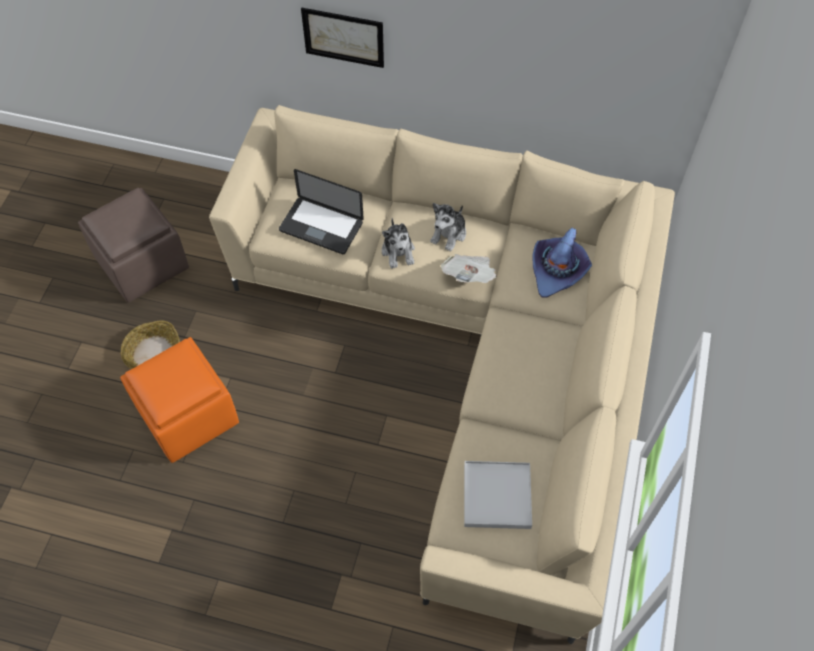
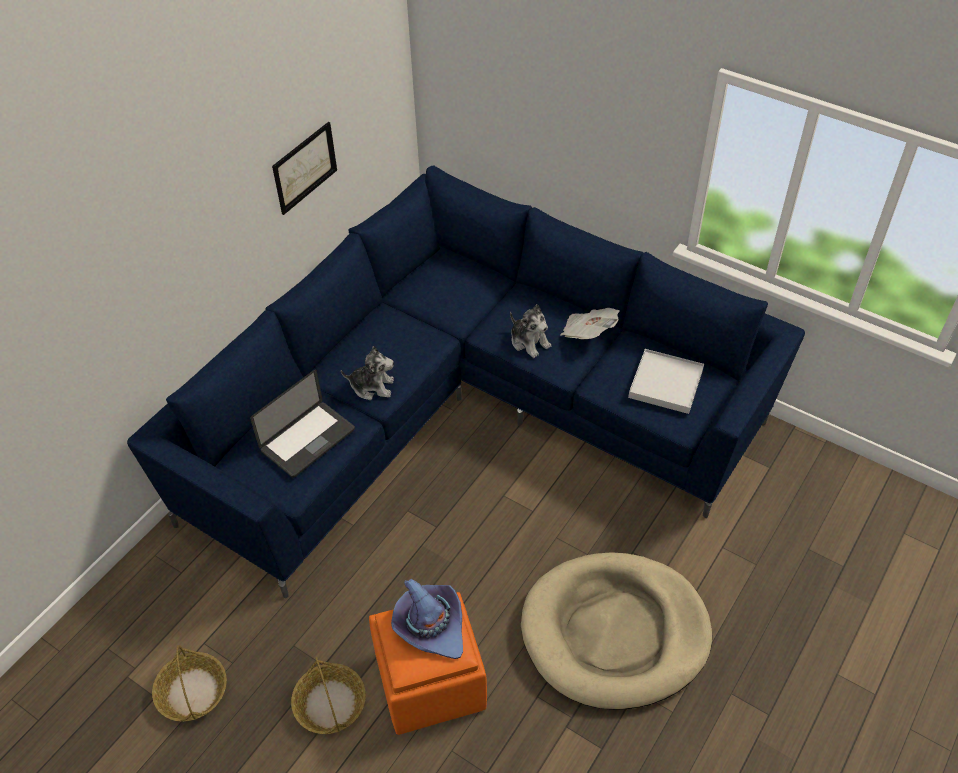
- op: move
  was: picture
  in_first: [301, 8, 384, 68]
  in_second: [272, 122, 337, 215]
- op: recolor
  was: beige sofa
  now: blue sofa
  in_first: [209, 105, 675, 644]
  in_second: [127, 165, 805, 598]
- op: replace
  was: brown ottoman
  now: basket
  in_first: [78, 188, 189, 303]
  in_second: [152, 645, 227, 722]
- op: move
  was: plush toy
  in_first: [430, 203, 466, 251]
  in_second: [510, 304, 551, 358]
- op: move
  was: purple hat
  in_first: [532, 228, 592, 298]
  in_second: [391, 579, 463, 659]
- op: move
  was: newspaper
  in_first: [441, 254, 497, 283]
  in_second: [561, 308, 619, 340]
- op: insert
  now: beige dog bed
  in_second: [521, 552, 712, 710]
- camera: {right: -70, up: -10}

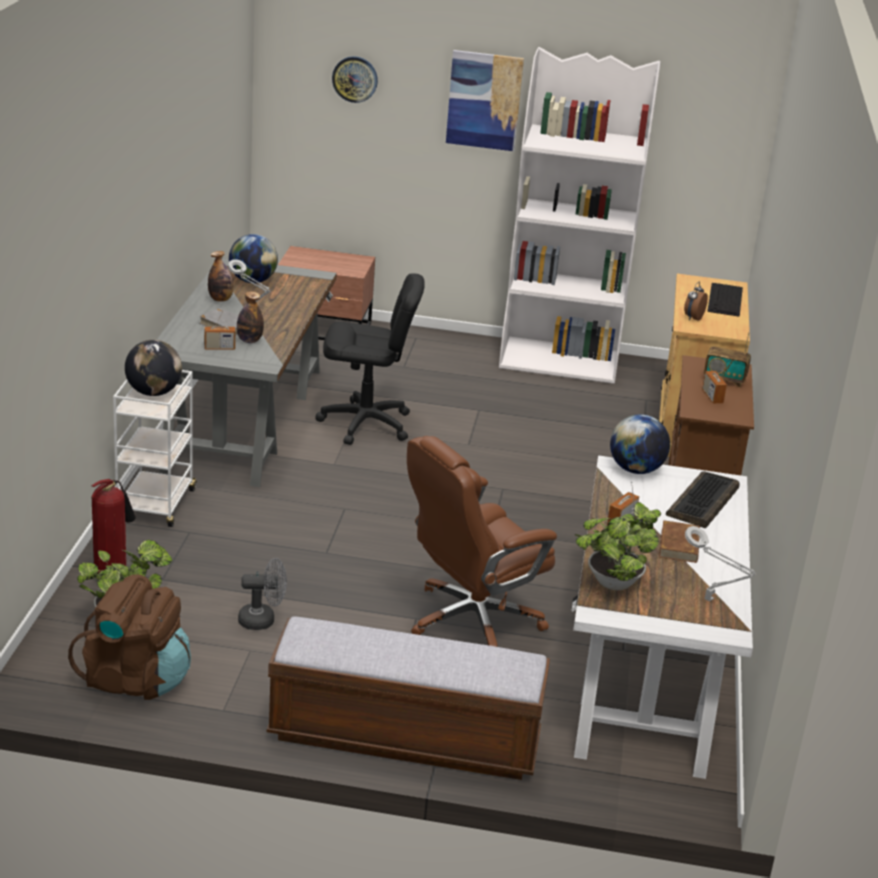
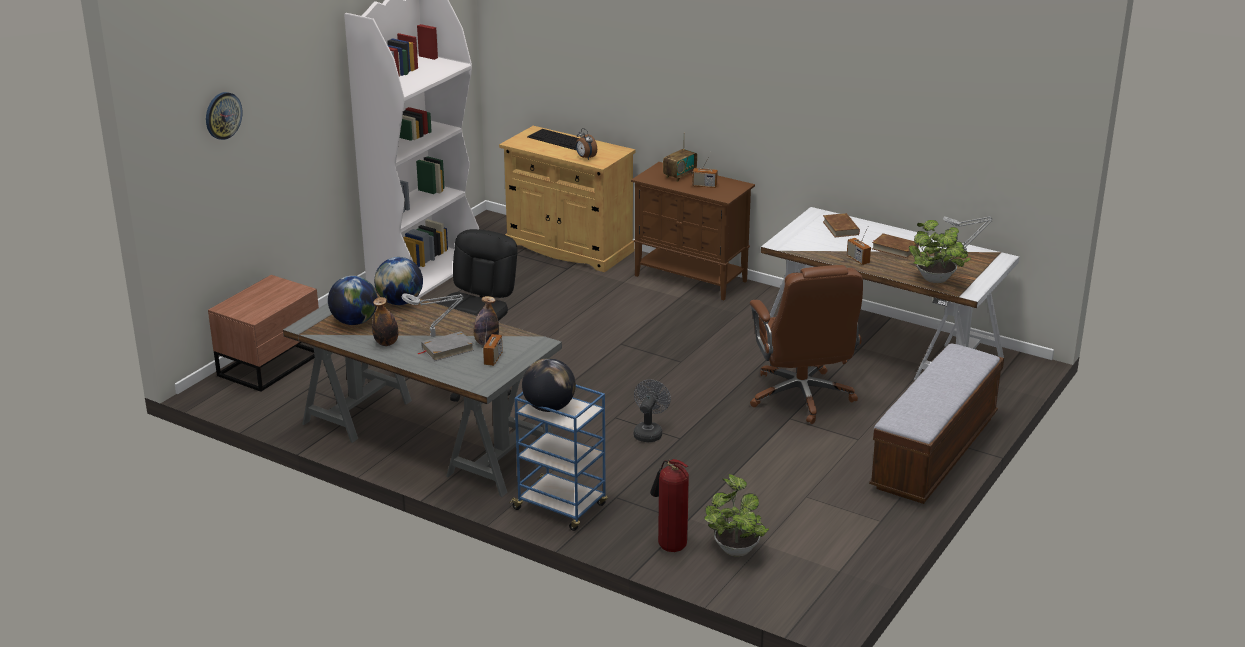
- op: delete
  was: picture
  in_first: [446, 50, 524, 151]
- op: recolor
  was: white cart
  now: blue cart
  in_first: [113, 370, 197, 527]
  in_second: [509, 385, 608, 531]
- op: move
  was: globe
  in_first: [610, 414, 670, 474]
  in_second: [374, 257, 423, 305]
- op: replace
  was: keyboard
  now: brown book
  in_first: [666, 471, 740, 528]
  in_second: [823, 213, 860, 237]
- op: move
  was: grey fan
  in_first: [238, 558, 287, 630]
  in_second: [634, 379, 671, 442]
- op: delete
  was: brown backpack
  in_first: [68, 574, 191, 700]
- camera: {right: -65, up: 0}

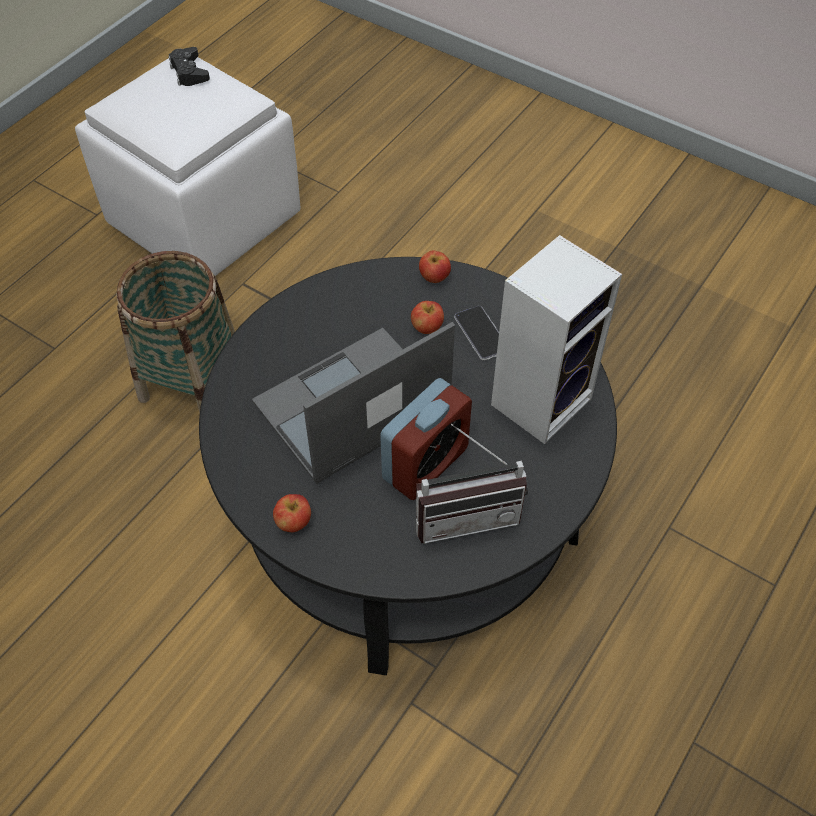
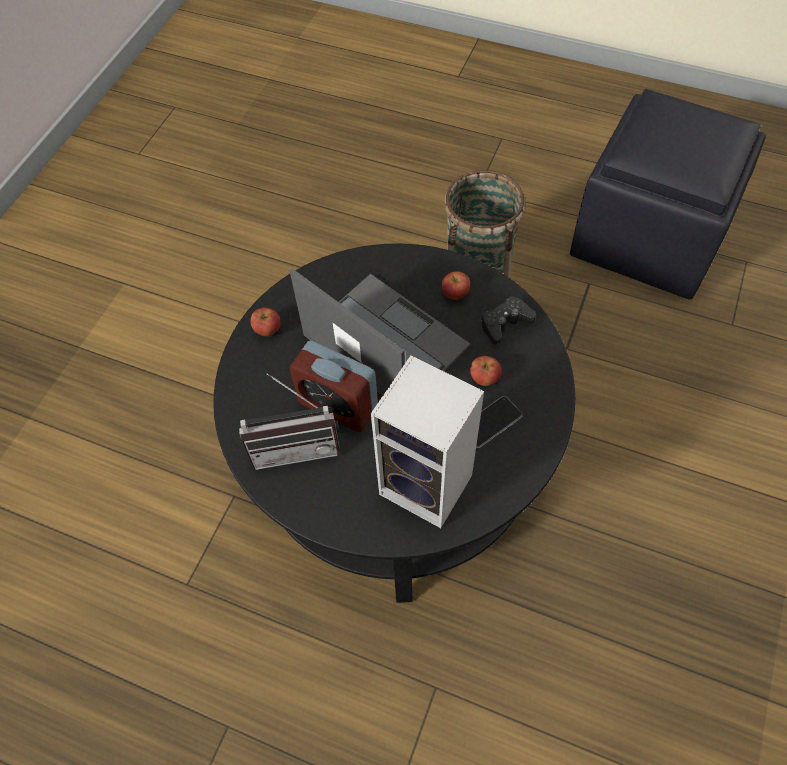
- op: move
  was: black game controller
  in_first: [169, 47, 210, 86]
  in_second: [481, 296, 536, 345]
- op: recolor
  was: white ottoman
  now: black ottoman
  in_first: [75, 57, 301, 276]
  in_second: [570, 89, 766, 299]
- op: move
  was: apple
  in_first: [419, 251, 451, 283]
  in_second: [442, 271, 470, 300]
- op: rotate
  was: radio
  in_first: [416, 424, 528, 544]
  in_second: [239, 373, 340, 470]
  clockwise: -75
- camera: {right: 80, up: 5}

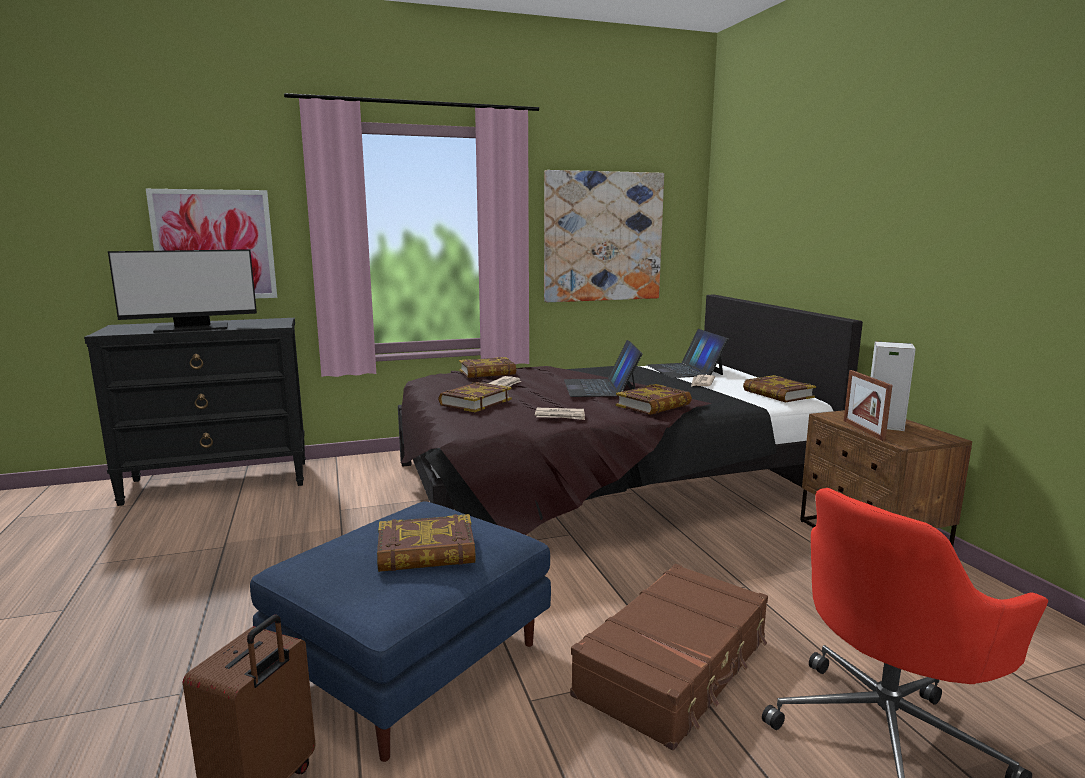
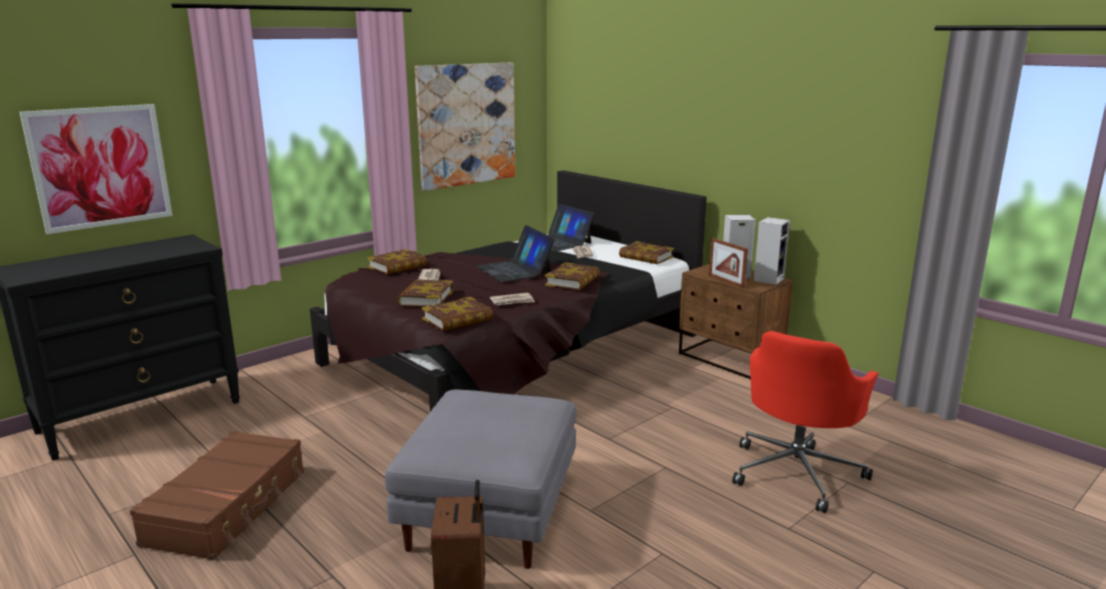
- op: delete
  was: monitor
  in_first: [108, 249, 257, 333]
- op: recolor
  was: blue ottoman
  now: grey ottoman
  in_first: [250, 501, 551, 762]
  in_second: [385, 390, 576, 569]
- op: move
  was: book
  in_first: [377, 514, 475, 572]
  in_second: [422, 297, 493, 331]
- op: move
  was: brown suitcase
  in_first: [570, 564, 768, 750]
  in_second: [129, 431, 304, 560]
- op: insert
  now: speaker
  in_second: [754, 217, 790, 285]
- camera: {right: -25, up: 5}

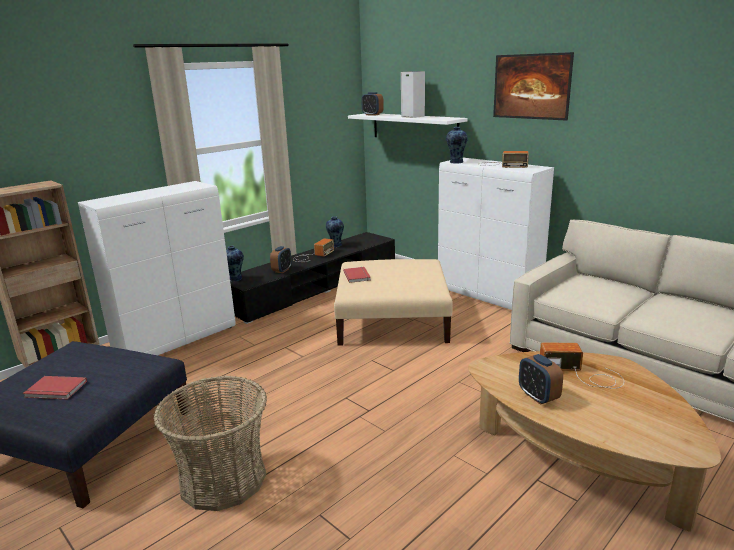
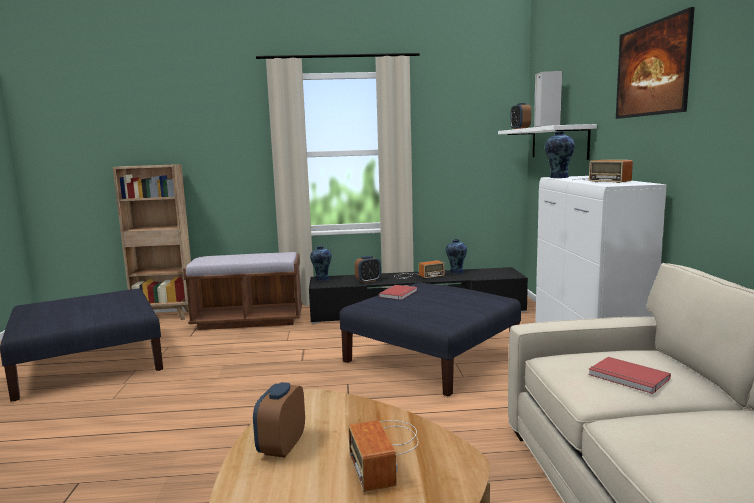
- op: replace
  was: white cabinet
  now: brown bench
  in_first: [78, 181, 235, 355]
  in_second: [183, 252, 302, 330]
- op: recolor
  was: beige ottoman
  now: blue ottoman
  in_first: [334, 259, 452, 345]
  in_second: [339, 283, 521, 397]
- op: rotate
  was: radio
  in_first: [540, 342, 624, 389]
  in_second: [348, 420, 418, 492]
  clockwise: -150
- op: move
  was: red book
  in_first: [23, 376, 87, 400]
  in_second: [588, 357, 671, 394]
- op: delete
  was: basket
  in_first: [154, 376, 267, 511]
- camera: {right: 40, up: -10}

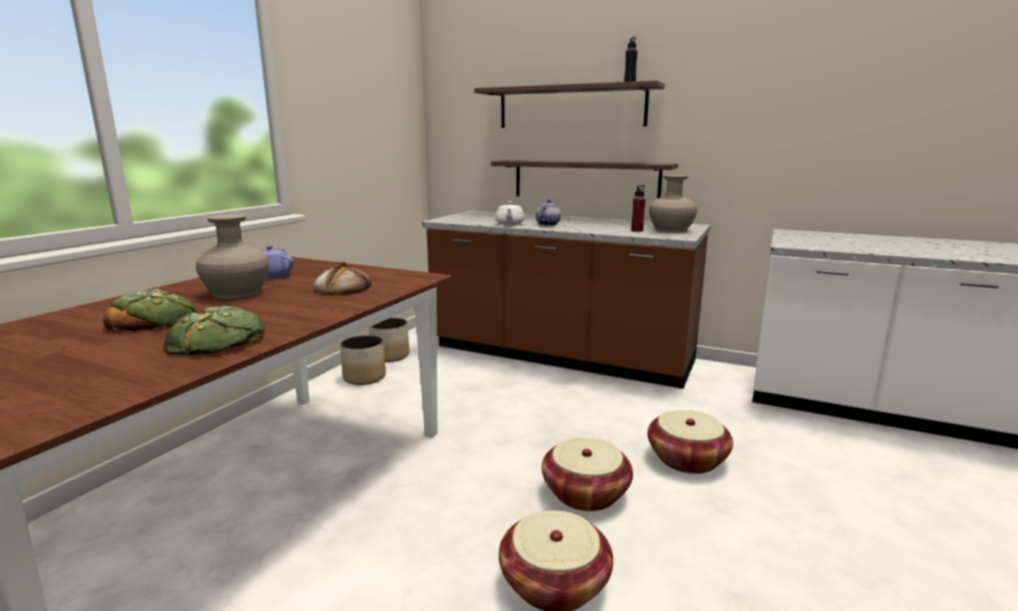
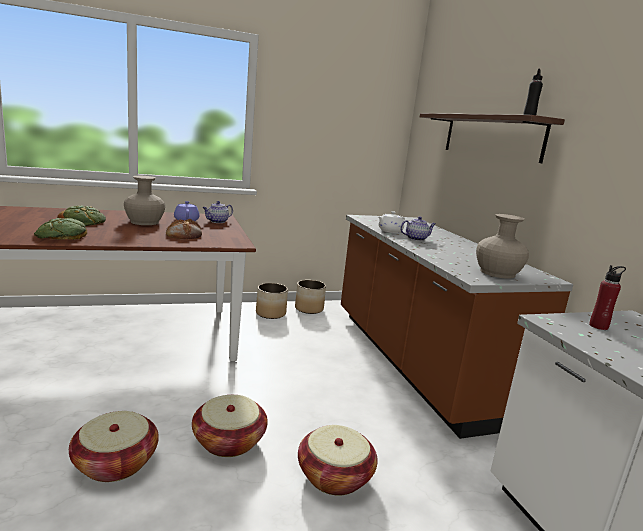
- op: delete
  was: shelf
  in_first: [491, 160, 678, 199]
- op: move
  was: red bottle
  in_first: [631, 185, 645, 232]
  in_second: [589, 265, 626, 330]
- op: insert
  now: teapot
  in_second: [203, 201, 233, 223]
- camera: {right: 45, up: 0}

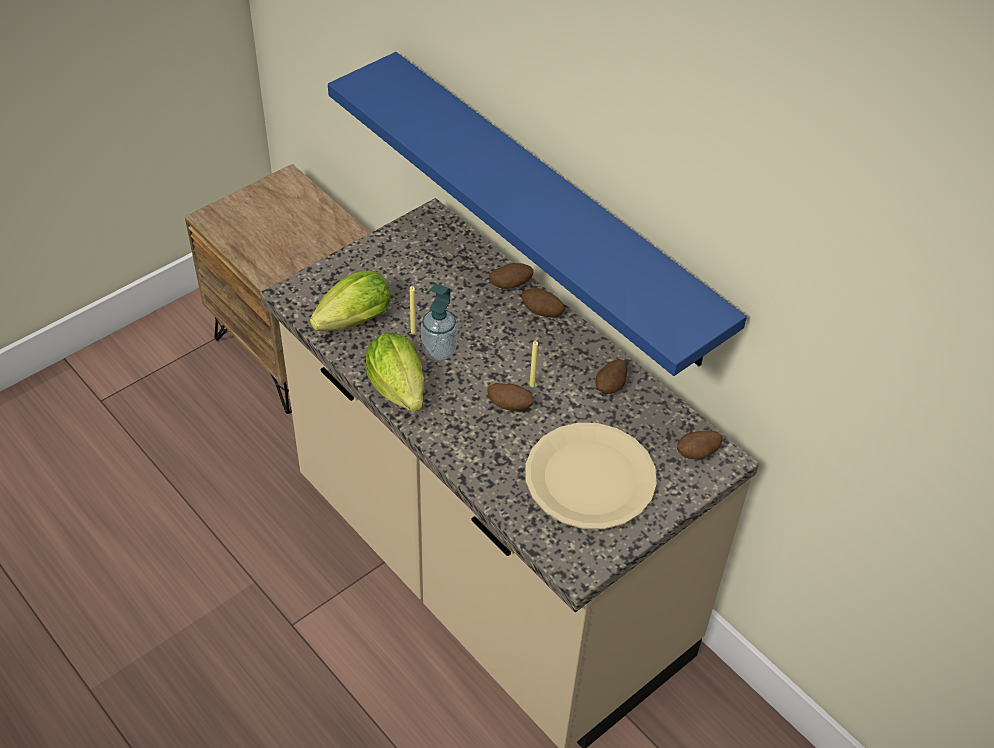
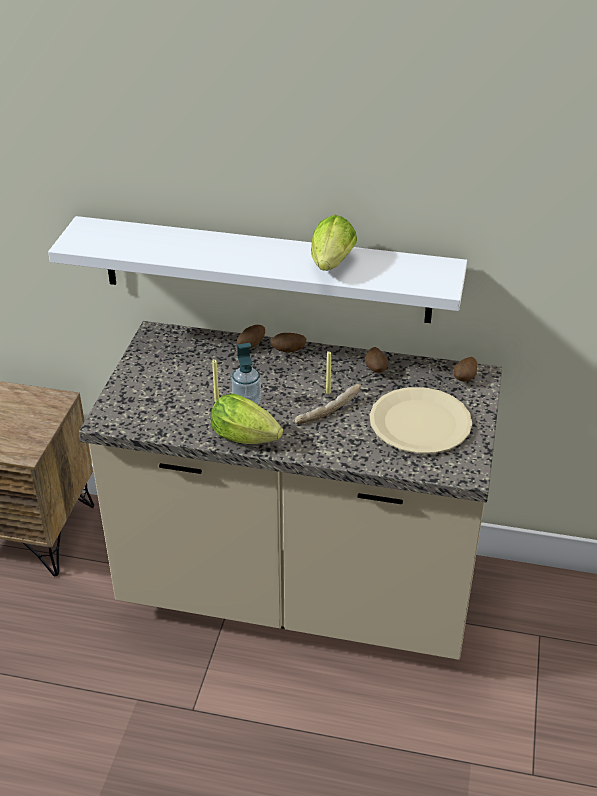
- op: recolor
  was: blue shelf
  now: white shelf
  in_first: [328, 52, 747, 376]
  in_second: [48, 216, 467, 323]
- op: move
  was: lettuce
  in_first: [310, 271, 391, 331]
  in_second: [311, 215, 357, 271]
- op: replace
  was: potato
  now: bread
  in_first: [487, 383, 534, 411]
  in_second: [294, 384, 361, 424]
- camera: {right: -35, up: -10}

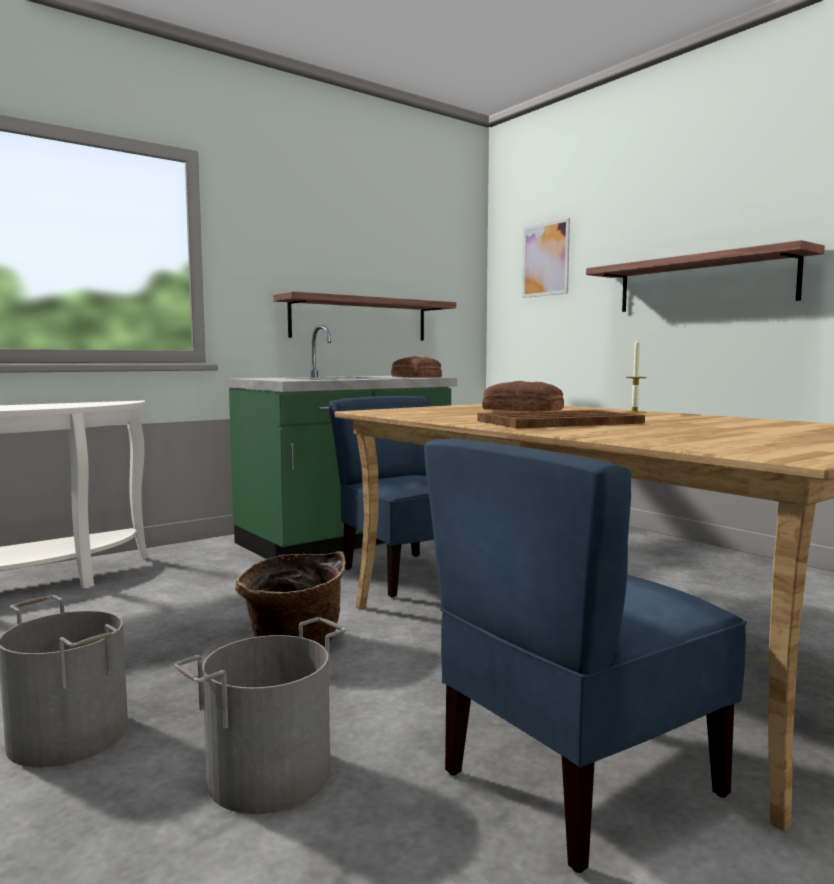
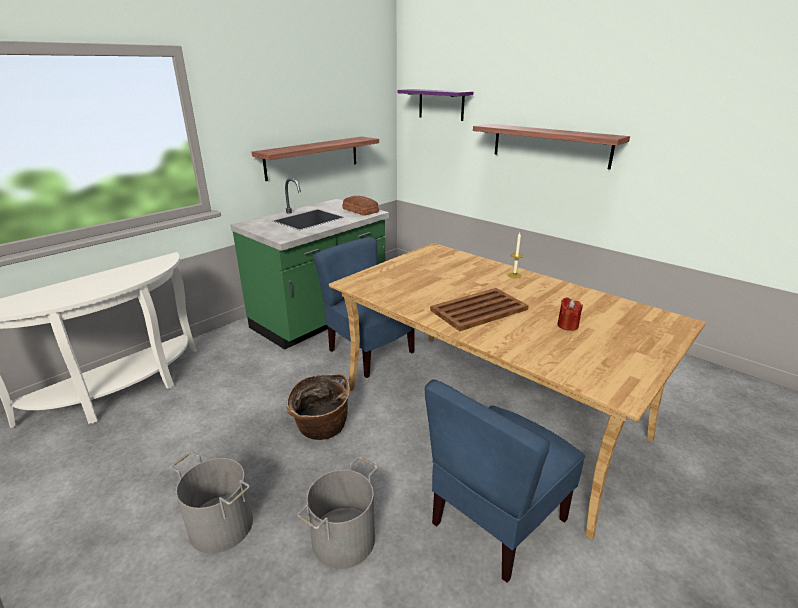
- op: replace
  was: picture
  now: purple shelf
  in_first: [522, 218, 570, 298]
  in_second: [397, 89, 473, 121]
- op: delete
  was: bread
  in_first: [482, 381, 564, 411]
- op: insert
  now: red candle
  in_second: [558, 297, 583, 331]
- camera: {right: -10, up: 20}

